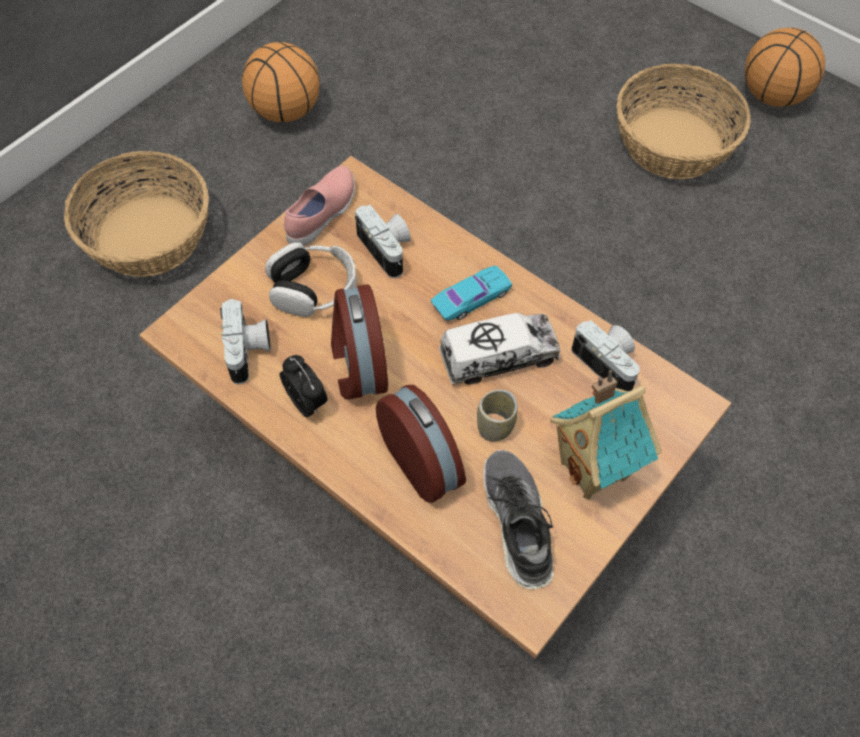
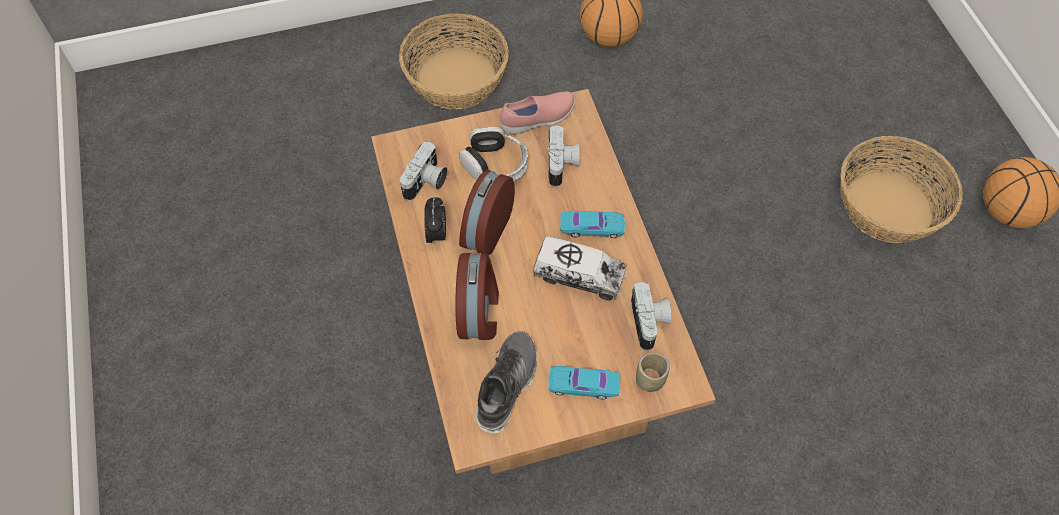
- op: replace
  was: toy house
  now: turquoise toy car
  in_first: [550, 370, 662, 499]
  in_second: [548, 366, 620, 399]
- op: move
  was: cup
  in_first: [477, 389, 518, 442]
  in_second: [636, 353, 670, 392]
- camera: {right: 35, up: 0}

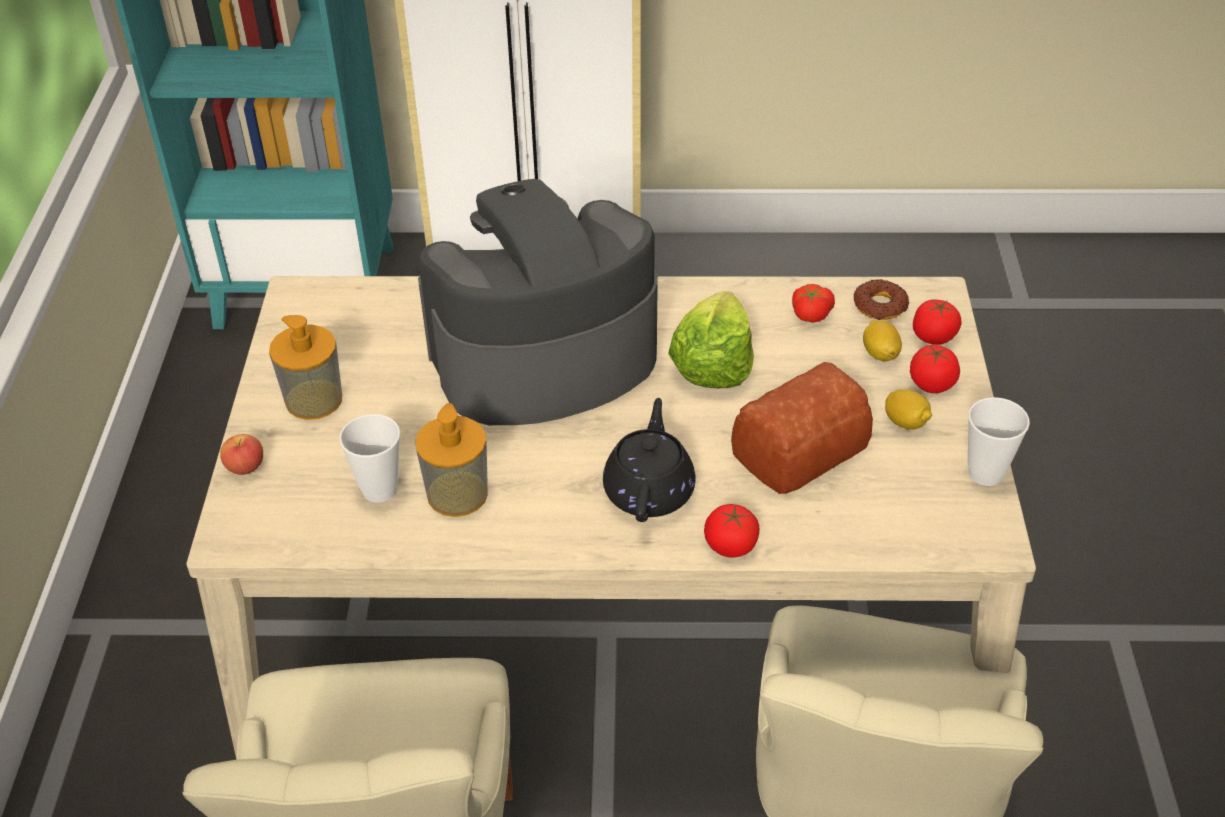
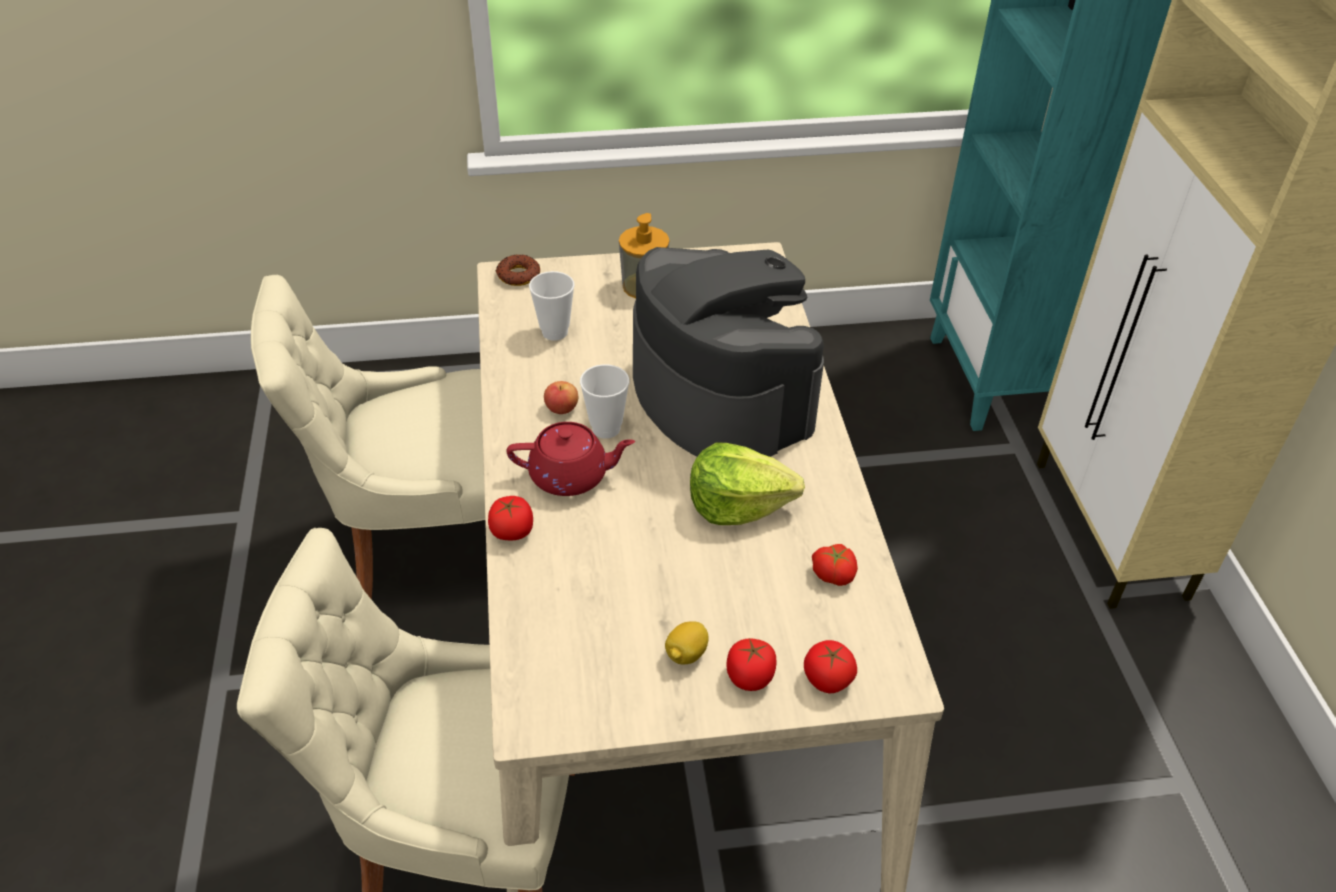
- op: move
  was: donut
  in_first: [854, 279, 909, 320]
  in_second: [496, 254, 540, 286]
- op: delete
  was: lemon
  in_first: [863, 320, 902, 362]
- op: delete
  was: bread
  in_first: [731, 362, 873, 494]
- op: move
  was: cup
  in_first: [968, 397, 1030, 486]
  in_second: [580, 364, 630, 439]
- op: recolor
  was: black teapot
  now: red teapot
  in_first: [603, 398, 696, 522]
  in_second: [507, 422, 635, 496]
- op: delete
  was: soap dispenser
  in_first: [415, 403, 488, 517]
- op: move
  was: apple
  in_first: [220, 434, 263, 475]
  in_second: [544, 381, 578, 414]
- camera: {right: 80, up: 0}

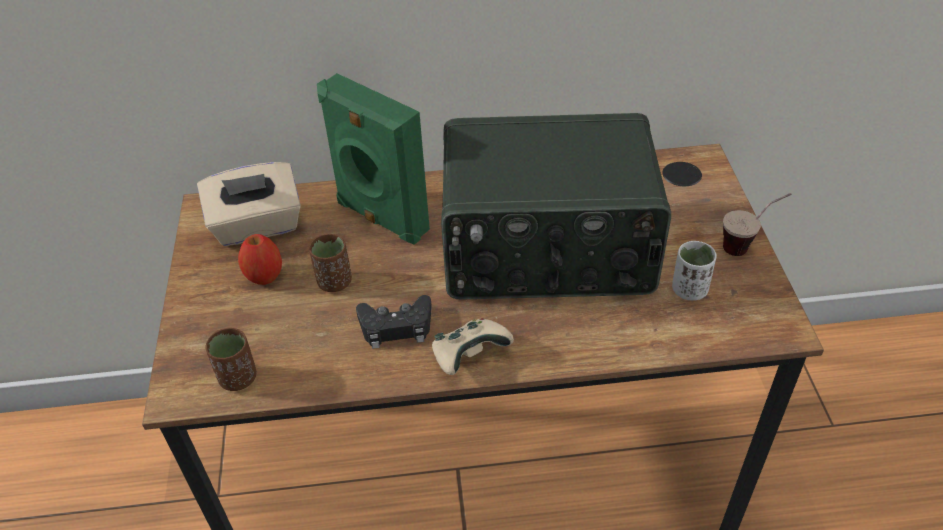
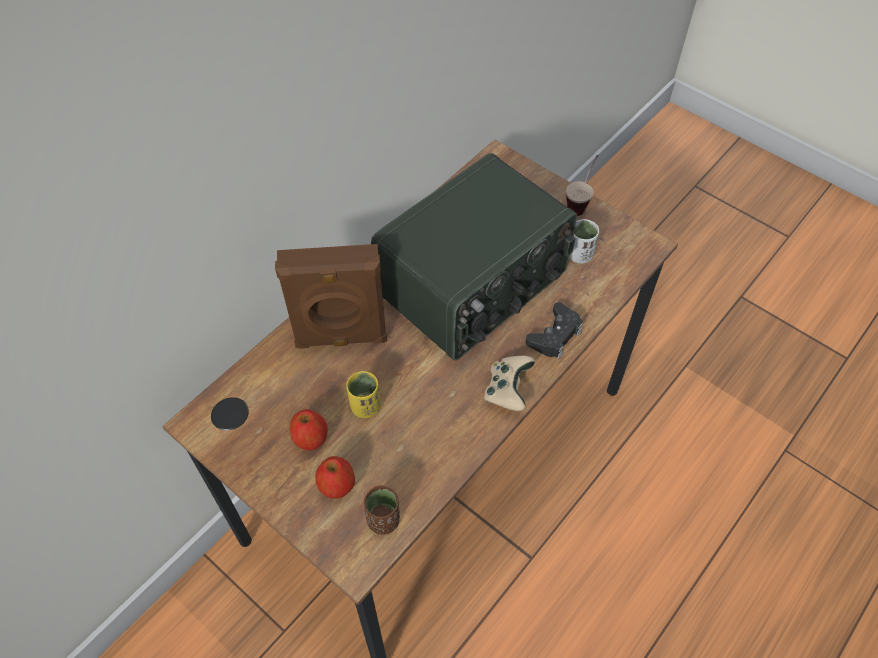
- op: recolor
  was: green speaker
  now: brown speaker
  in_first: [317, 73, 430, 245]
  in_second: [275, 244, 387, 349]
- op: delete
  was: beige tissue box
  in_first: [197, 162, 301, 246]
- op: recolor
  was: brown cup
  now: yellow cup
  in_first: [309, 234, 352, 292]
  in_second: [346, 371, 381, 418]
- op: move
  was: black game controller
  in_first: [356, 295, 432, 349]
  in_second: [525, 302, 583, 359]
- op: insert
  now: apple
  in_second: [315, 456, 355, 499]
- camera: {right: -45, up: 10}

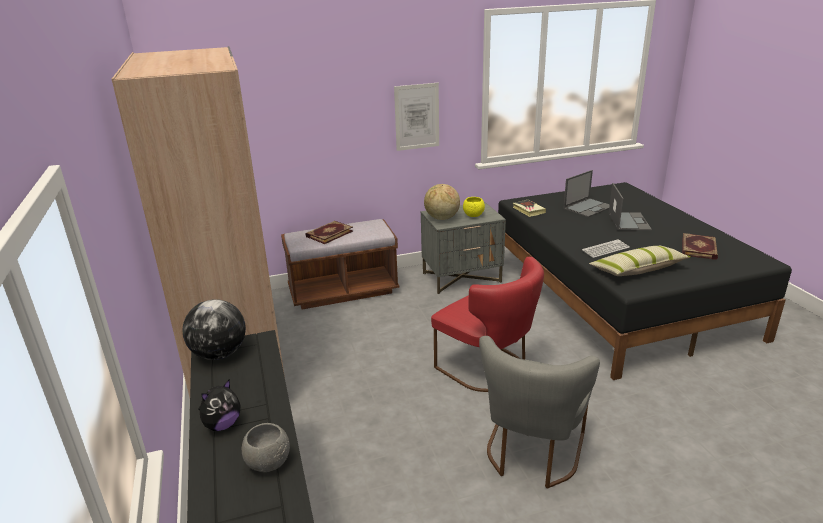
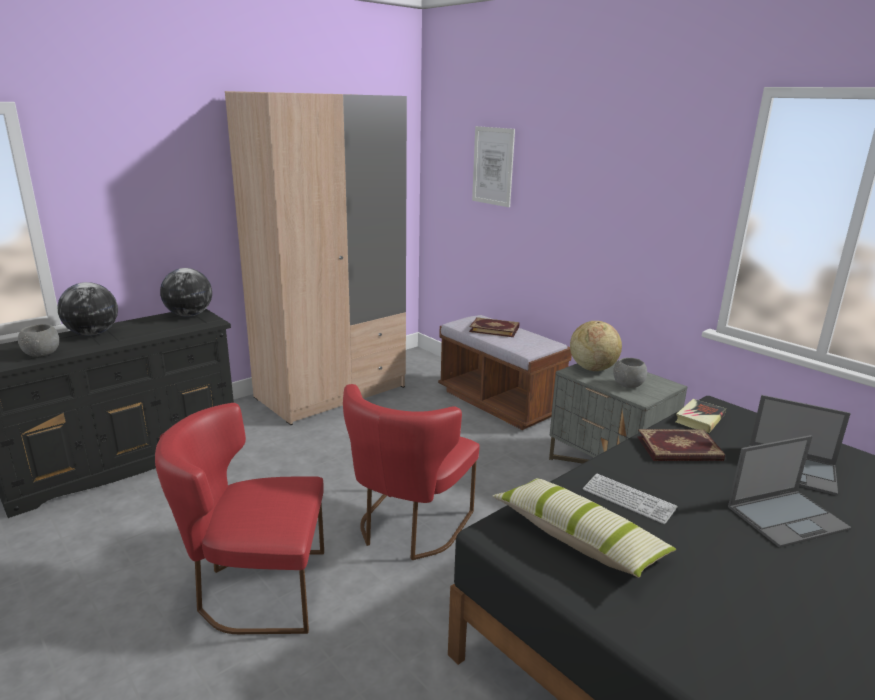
- op: move
  was: picture
  in_first: [394, 83, 439, 151]
  in_second: [472, 126, 515, 207]
- op: recolor
  was: yellow bowl
  now: grey bowl
  in_first: [463, 197, 485, 217]
  in_second: [613, 358, 647, 388]
- op: move
  was: book
  in_first: [682, 233, 718, 260]
  in_second: [637, 429, 725, 461]
- op: recolor
  was: grey chair
  now: red chair
  in_first: [479, 336, 600, 489]
  in_second: [155, 403, 324, 634]
- op: replace
  was: plush toy
  now: globe
  in_first: [198, 380, 240, 431]
  in_second: [57, 282, 118, 336]
- camera: {right: 65, up: -5}

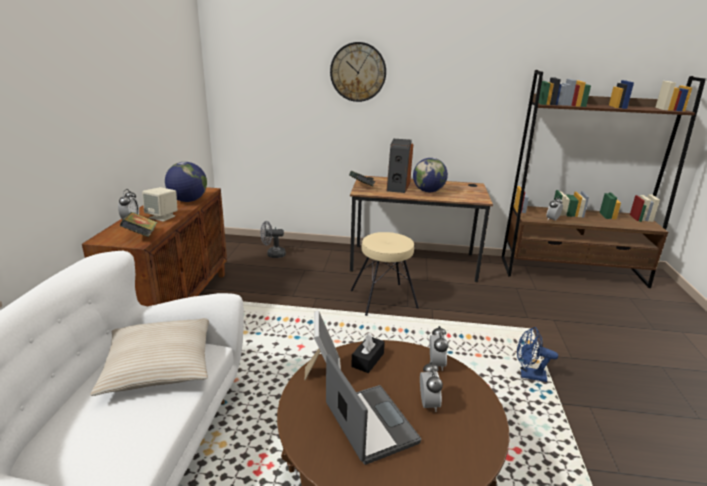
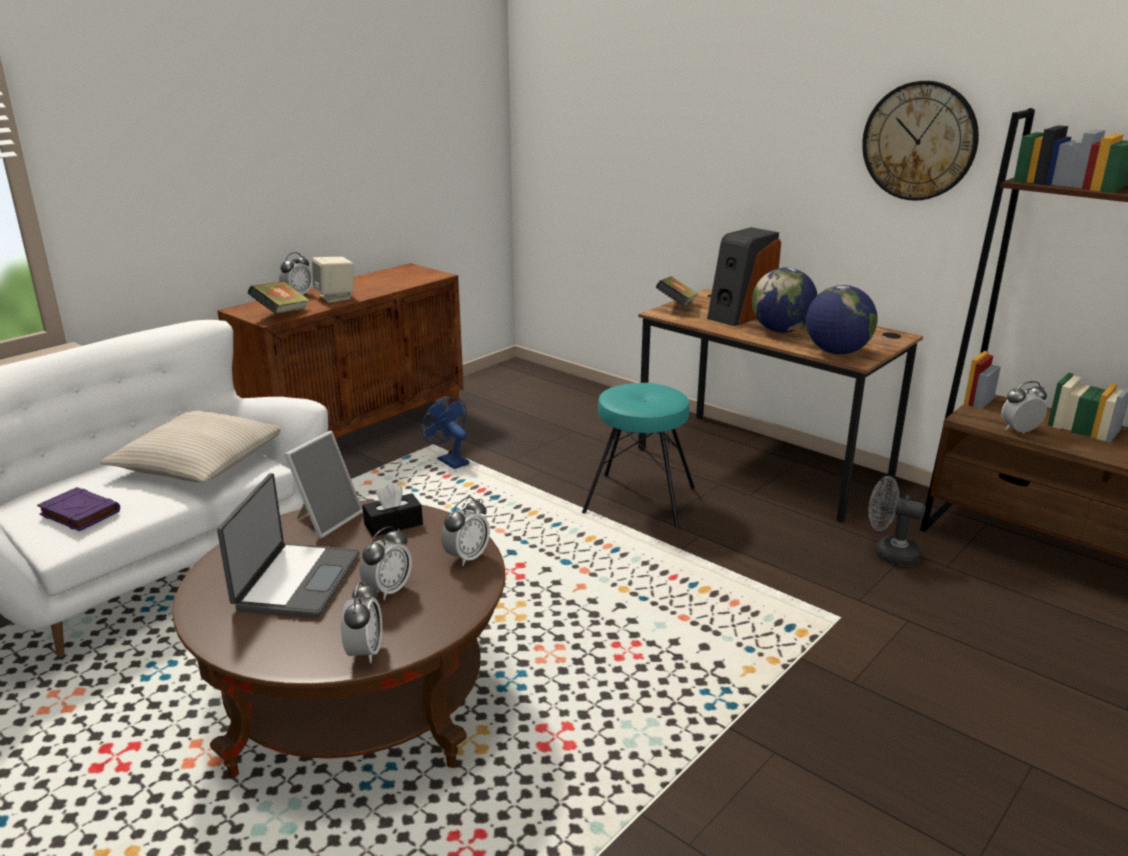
- op: move
  was: wall clock
  in_first: [330, 42, 386, 102]
  in_second: [862, 81, 979, 201]
- op: move
  was: globe
  in_first: [165, 162, 207, 202]
  in_second: [806, 285, 878, 354]
- op: move
  was: grey fan
  in_first: [260, 221, 286, 258]
  in_second: [868, 476, 926, 566]
- op: recolor
  was: beige stool
  now: turquoise stool
  in_first: [351, 232, 419, 316]
  in_second: [582, 383, 695, 528]
- op: move
  was: blue fan
  in_first: [517, 327, 558, 382]
  in_second: [421, 397, 469, 469]
- op: insert
  now: purple book
  in_second: [37, 487, 120, 531]
- op: insert
  now: alarm clock
  in_second: [341, 582, 382, 663]
- camera: {right: 35, up: 0}

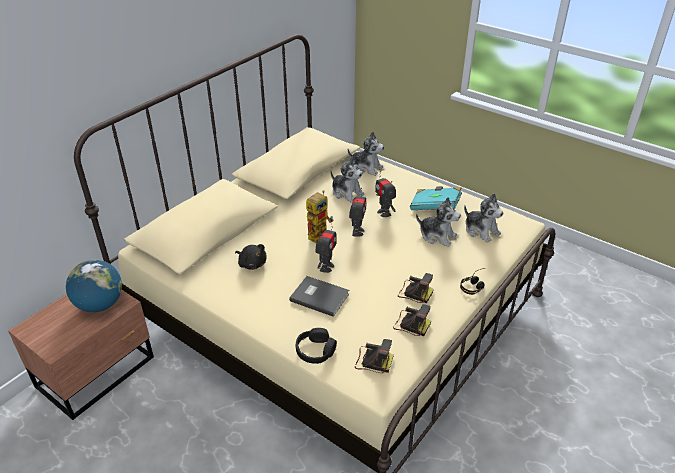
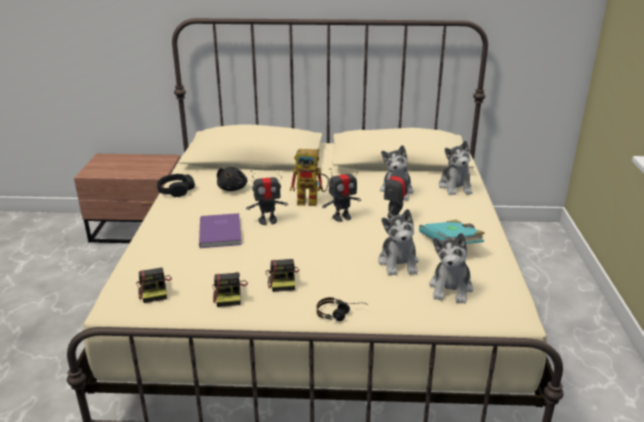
- op: delete
  was: globe
  in_first: [66, 260, 122, 312]
- op: recolor
  was: grey book
  now: purple book
  in_first: [289, 276, 349, 317]
  in_second: [199, 213, 242, 248]
- op: move
  was: black headphones
  in_first: [296, 328, 337, 364]
  in_second: [157, 174, 195, 197]
- camera: {right: 55, up: -10}

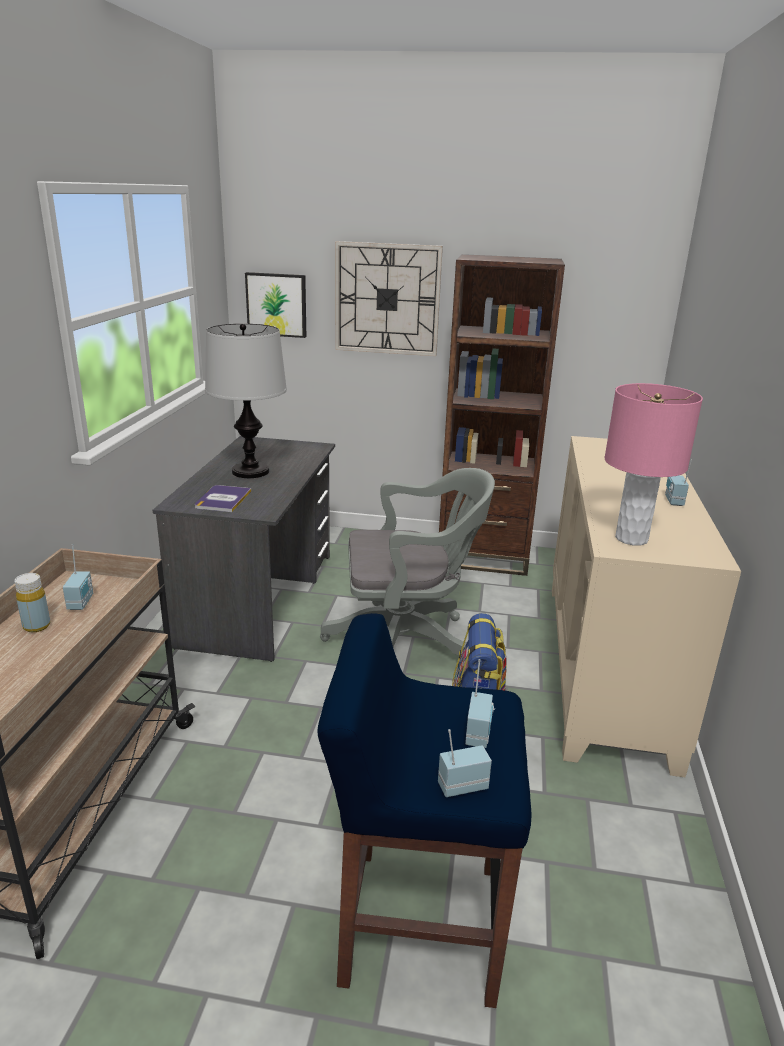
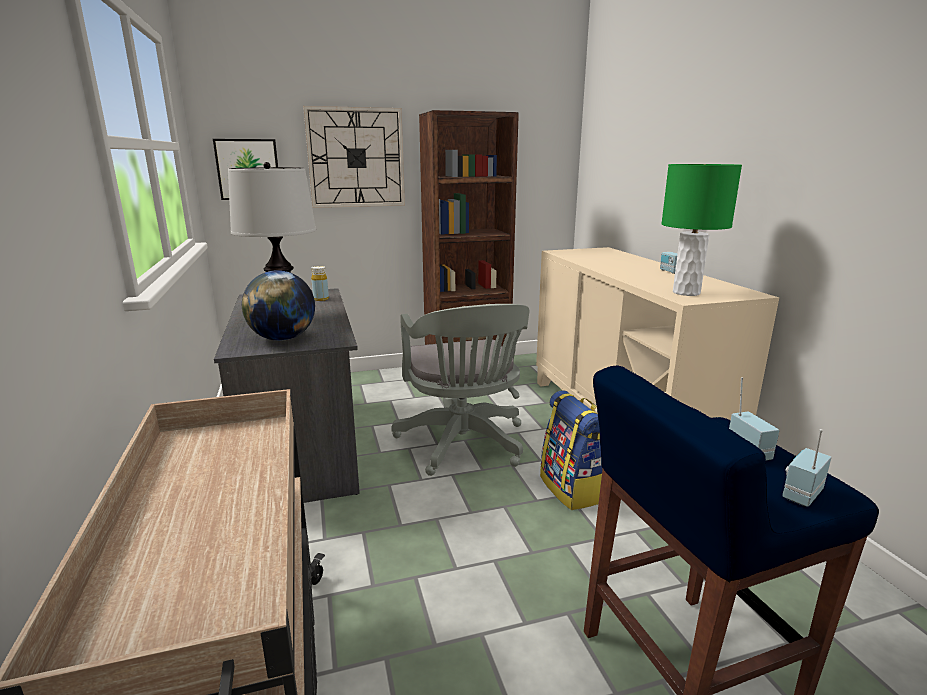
- op: recolor
  was: pink table lamp
  now: green table lamp
  in_first: [604, 383, 703, 545]
  in_second: [661, 164, 742, 296]
- op: rotate
  was: grey office chair
  in_first: [320, 468, 495, 655]
  in_second: [391, 304, 530, 476]
  clockwise: 105
- op: replace
  was: book
  now: globe
  in_first: [195, 485, 251, 512]
  in_second: [242, 270, 315, 341]
- op: delete
  was: radio
  in_first: [63, 544, 93, 610]
- op: move
  was: yellow bottle
  in_first: [14, 573, 50, 632]
  in_second: [311, 266, 329, 301]
- camera: {right: -25, up: -5}

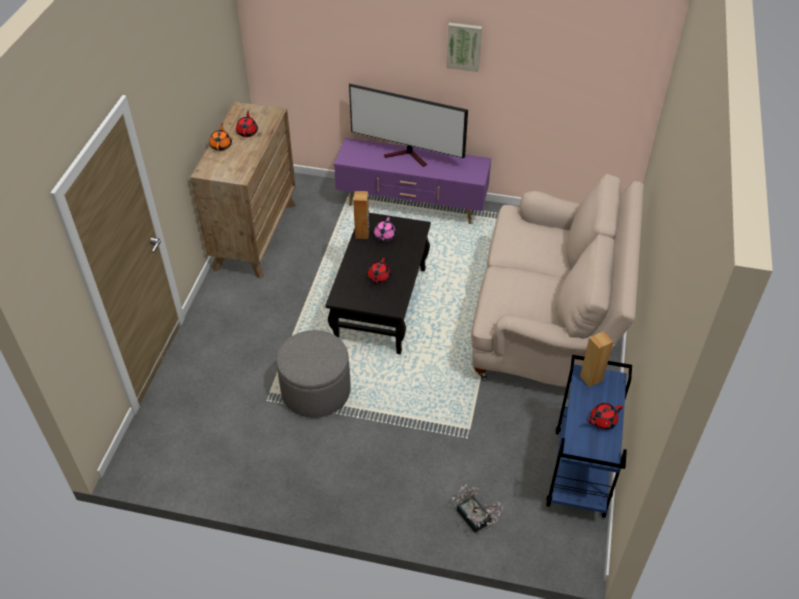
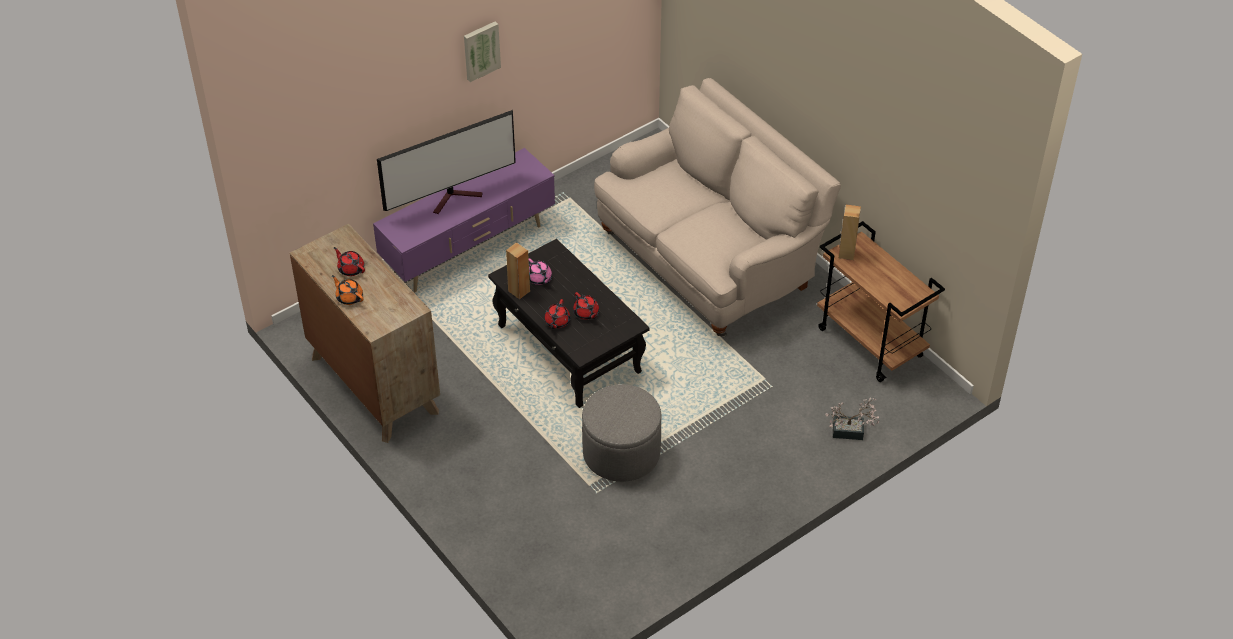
- op: recolor
  was: blue cart
  now: brown cart
  in_first: [546, 355, 632, 518]
  in_second: [817, 221, 945, 382]
- op: move
  was: red teapot
  in_first: [586, 403, 623, 430]
  in_second: [544, 299, 570, 329]
- camera: {right: -50, up: 0}

